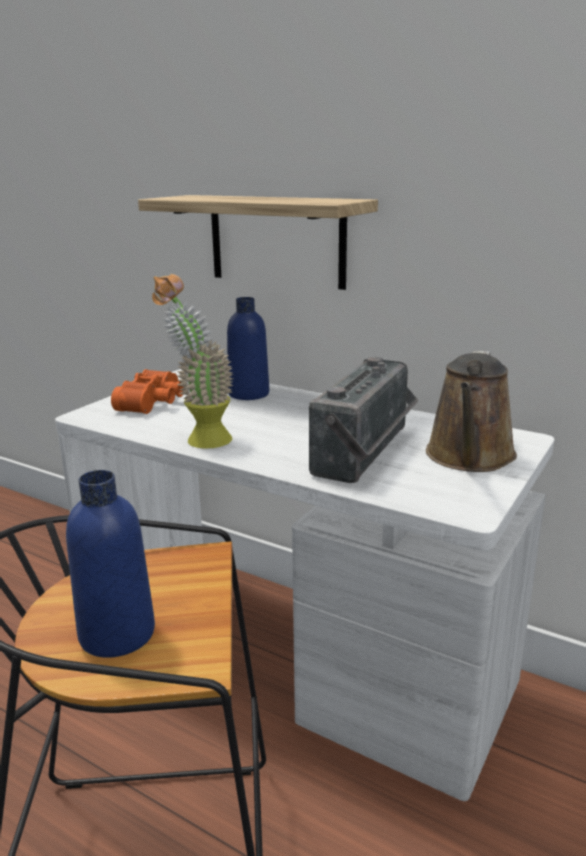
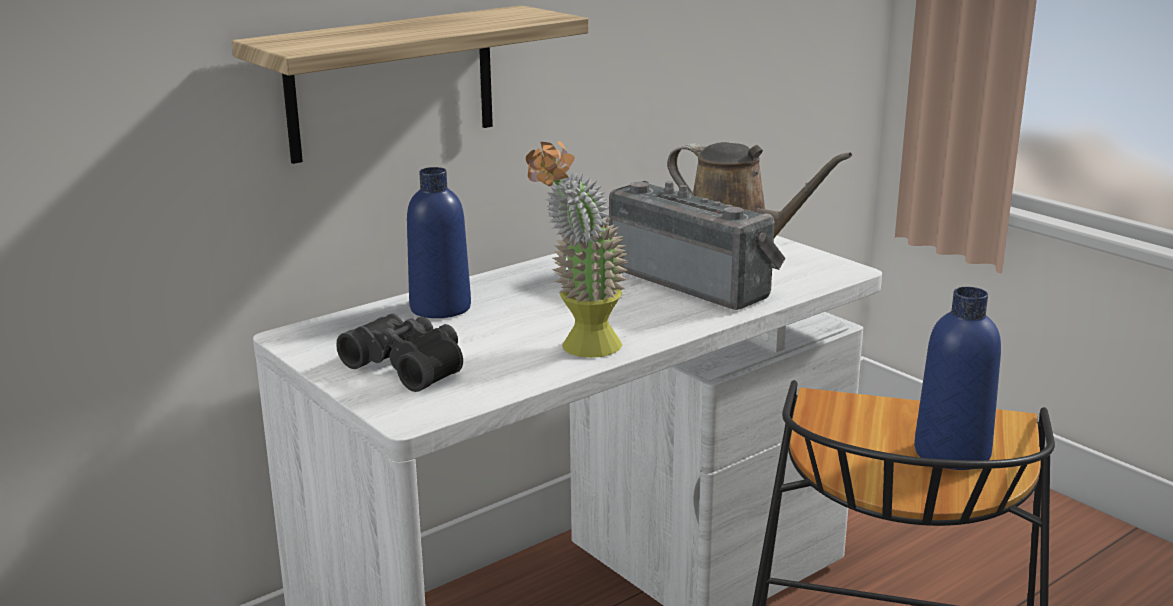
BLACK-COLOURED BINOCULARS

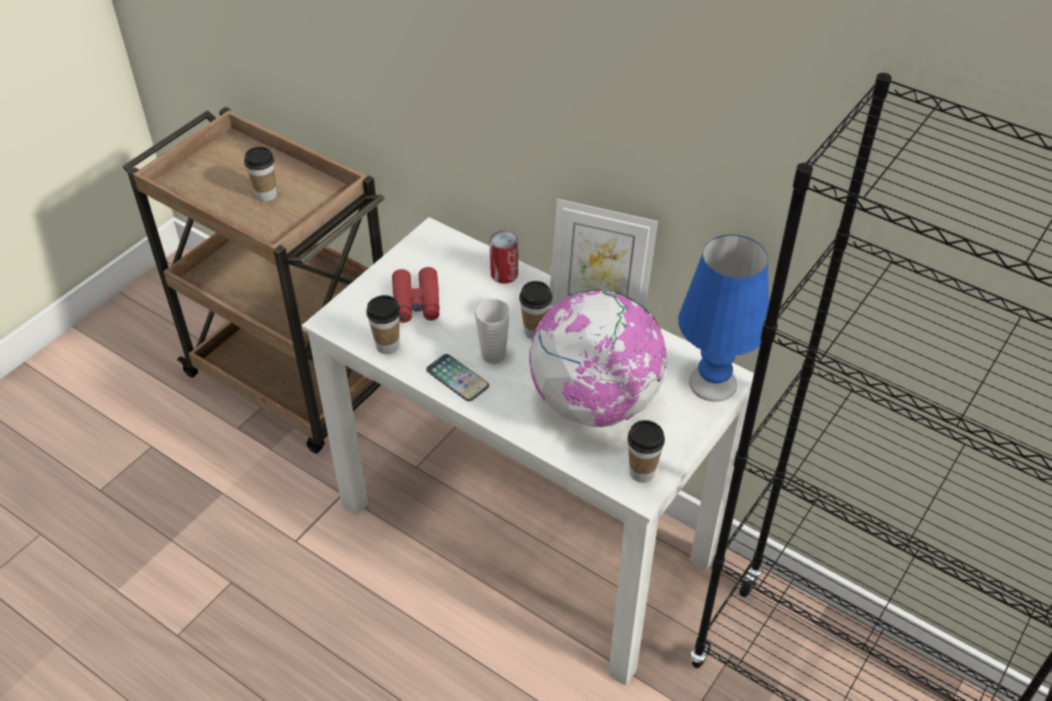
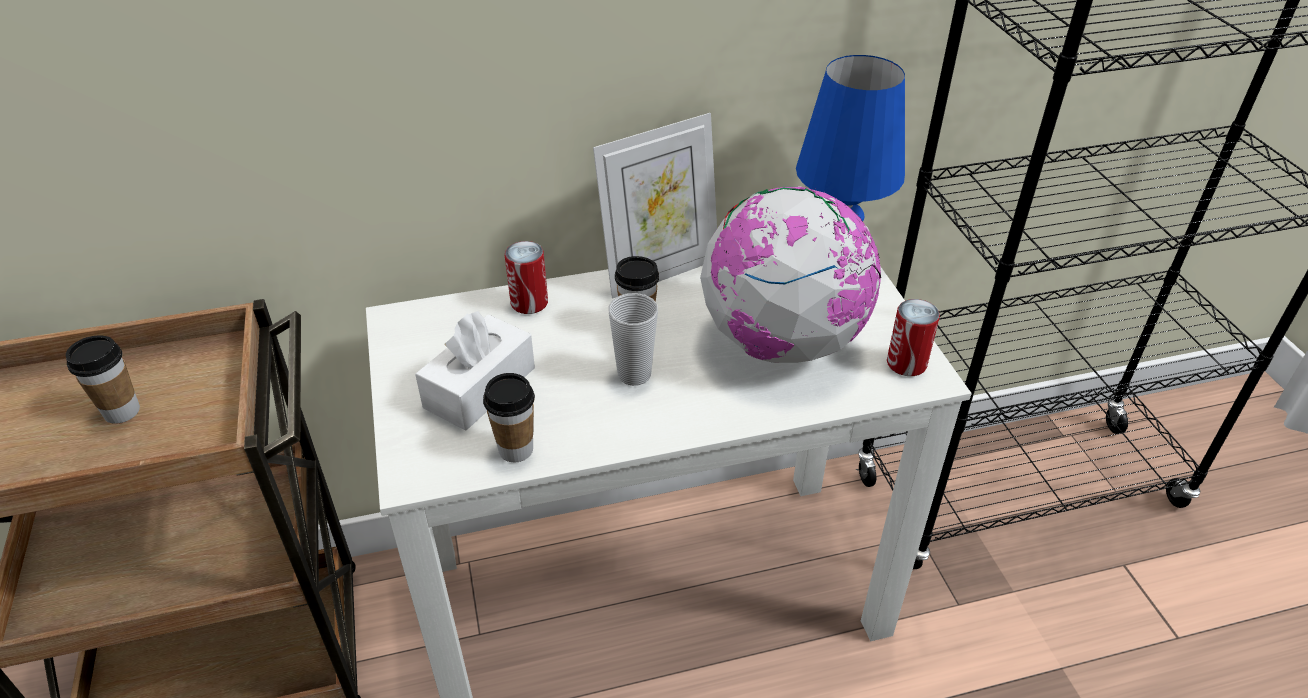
WHITE-COLOURED TISSUE BOX
PHONE
SEALED CAN (no. 2 from left)

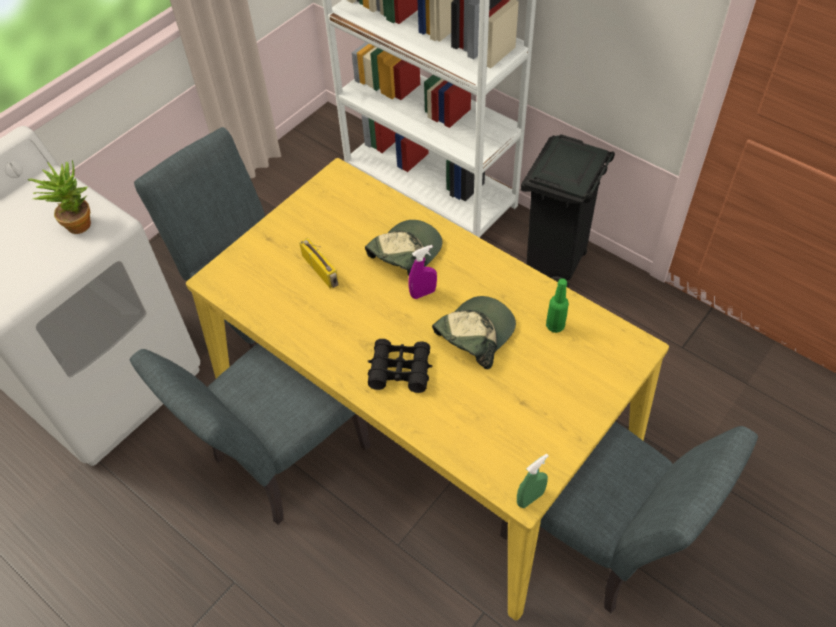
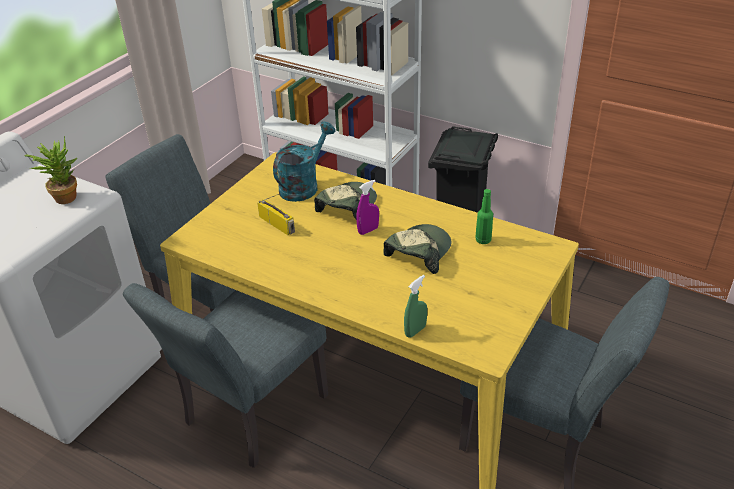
BLACK-COLOURED BINOCULARS
GREENISH SPRAYER
TURQUOISE-COLOURED SPRINKLING CAN

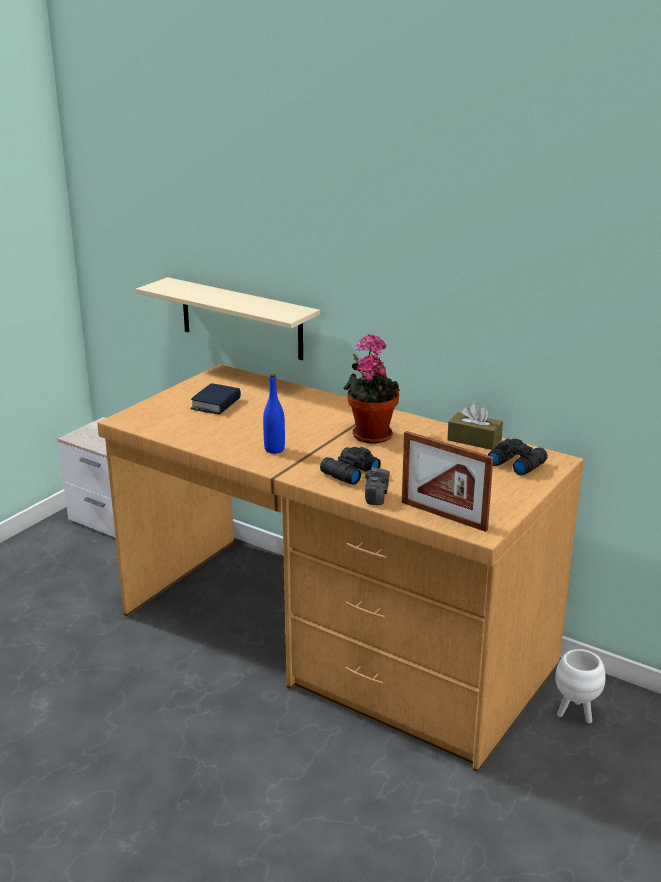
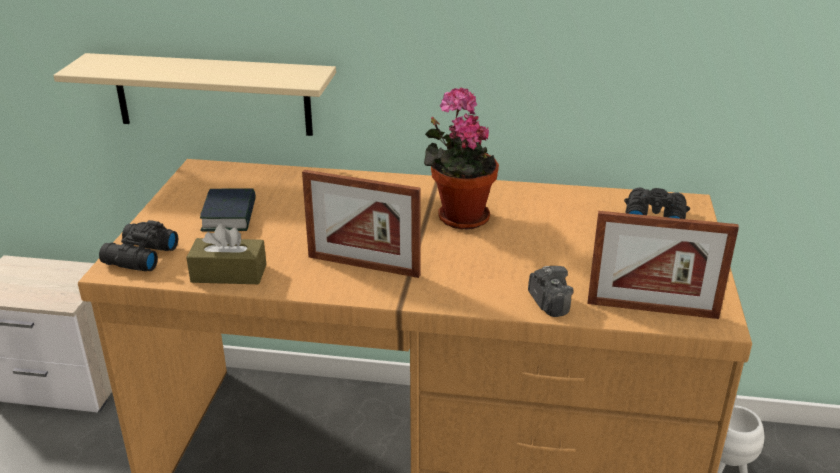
PICTURE FRAME (no. 1 from left)
BROWN-COLOURED TISSUE BOX
BLACK-COLOURED BINOCULARS (no. 1 from left)

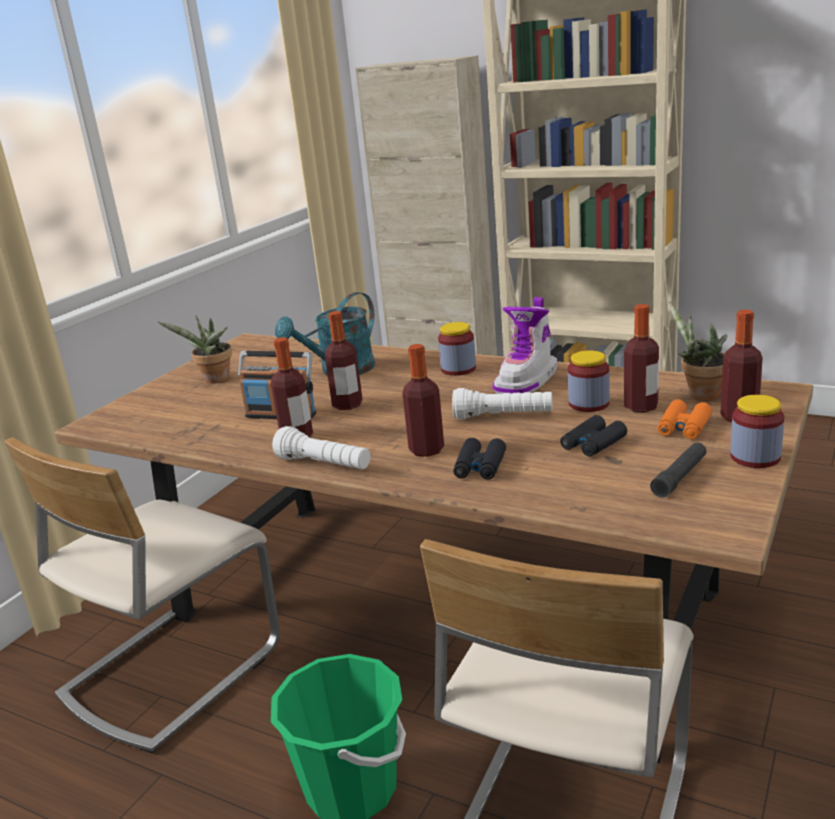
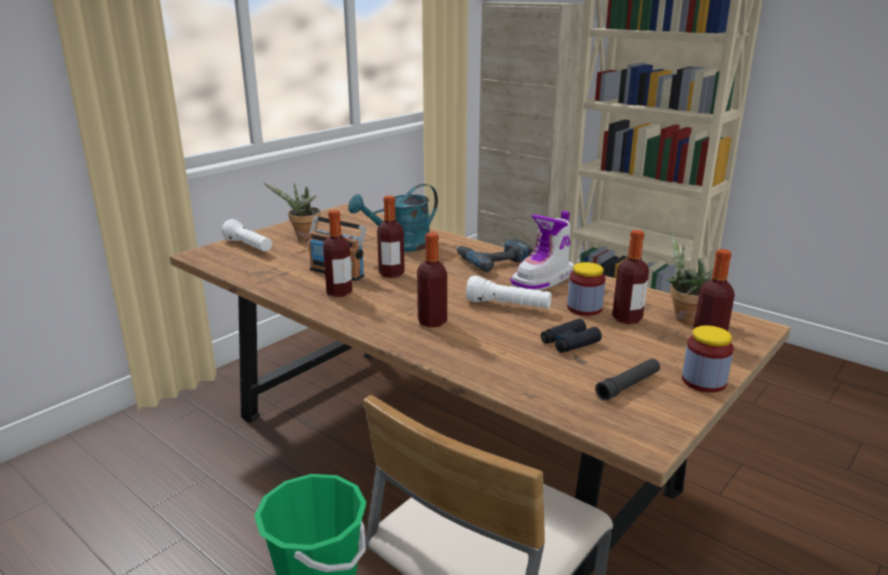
POWER DRILL
ORANGE-COLOURED BINOCULARS
WHITE-COLOURED HAND TORCH (no. 1 from left)
BEIGE-COLOURED UPRIGHT CHAIR (no. 1 from left in the first image)
BLACK-COLOURED BINOCULARS (no. 1 from left in the first image)

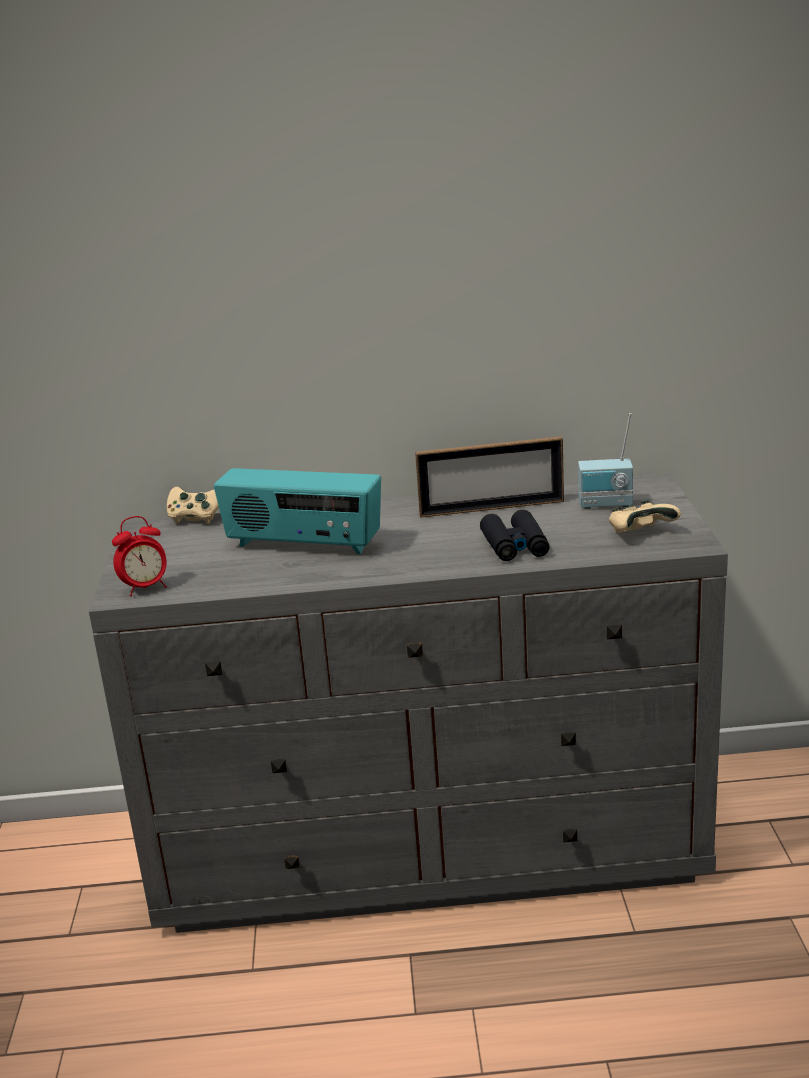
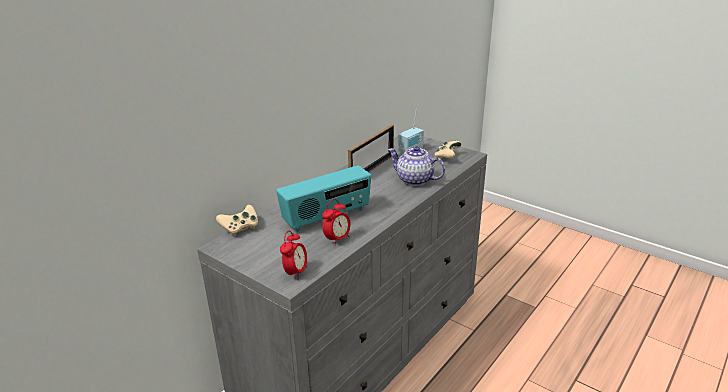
POT FOR TEA
TABLE CLOCK (no. 2 from left)

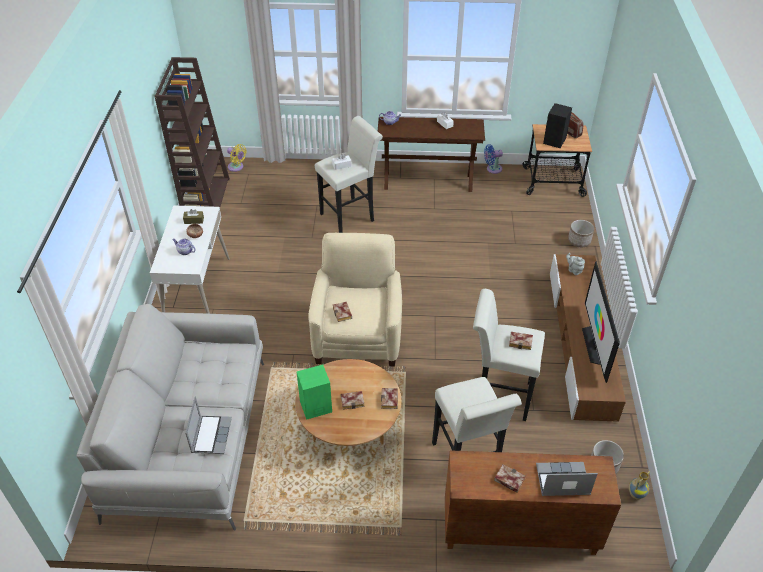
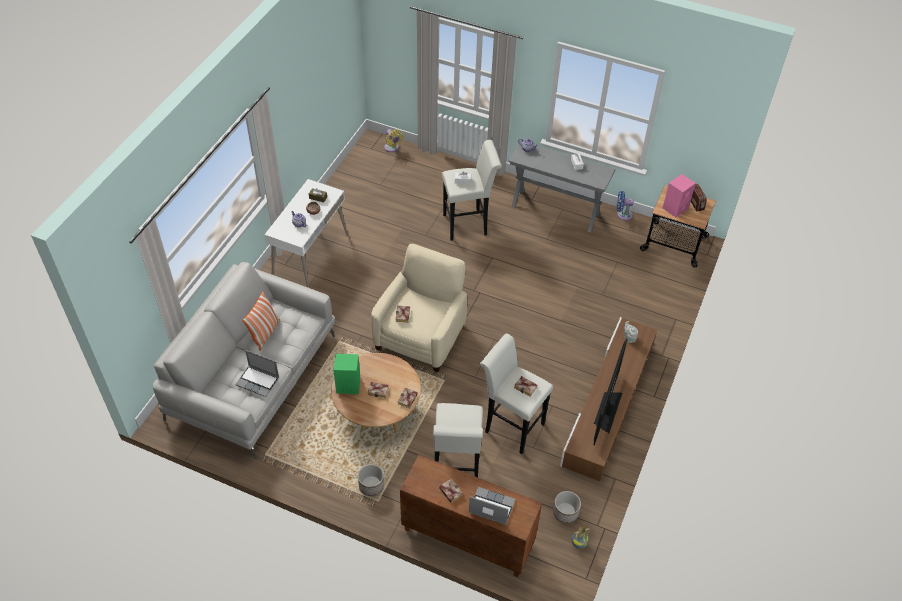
BROWN-COLOURED BOOKSHELF
PINKISH LOUDSPEAKER
GREY NARROW TABLE
PLANT POT (no. 1 from left)
PORTABLE COMPUTER (no. 1 from left)
CUSHION

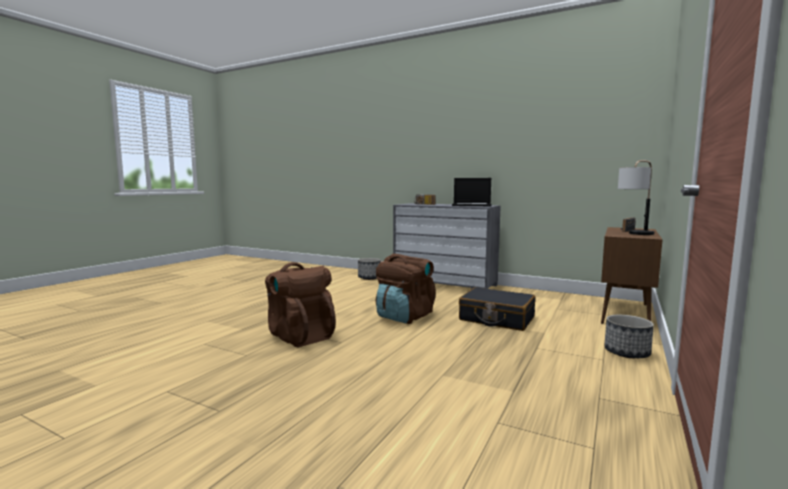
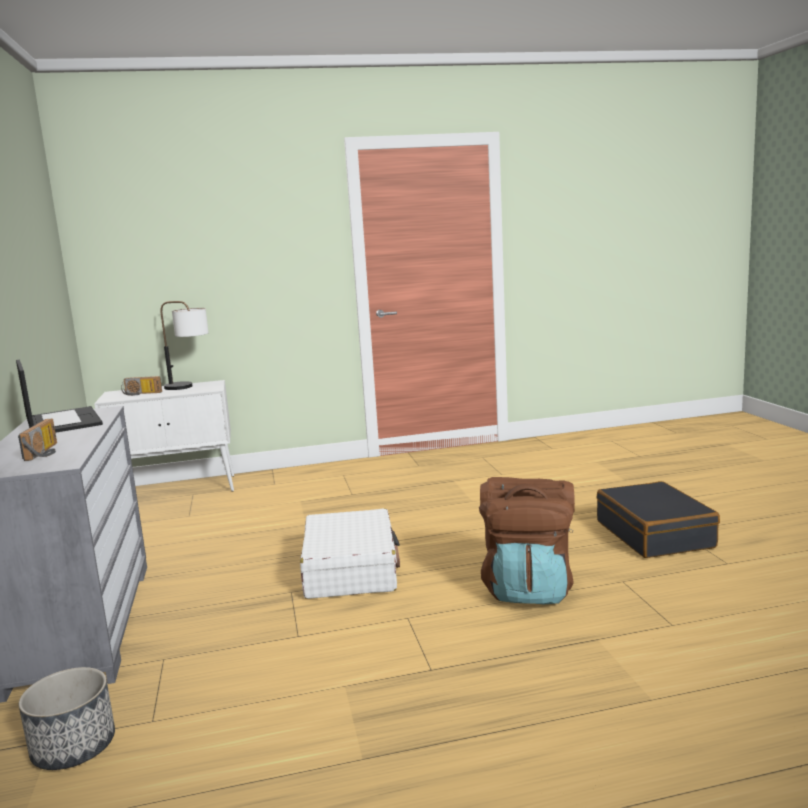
WHITE-COLOURED STORAGE CABINET
WHITE-COLOURED TRAVEL CASE
BLACK-COLOURED TRAVEL CASE
PLANT POT (no. 2 from left in the first image)

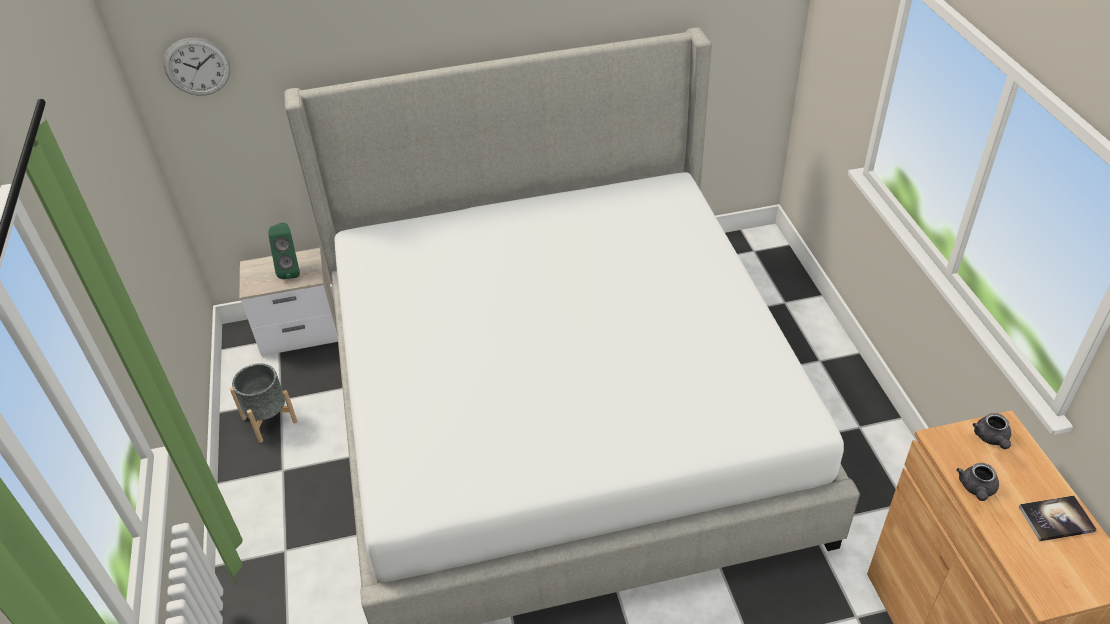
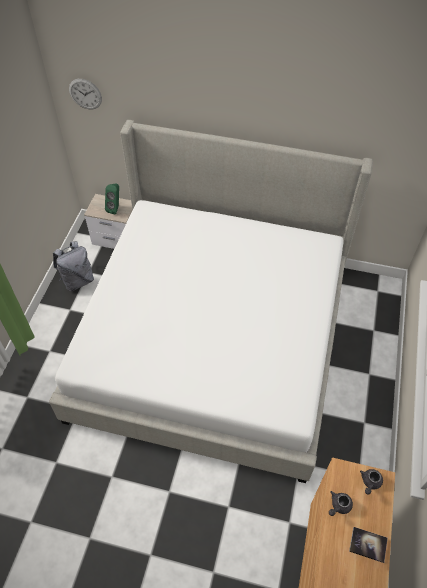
GREY KNAPSACK

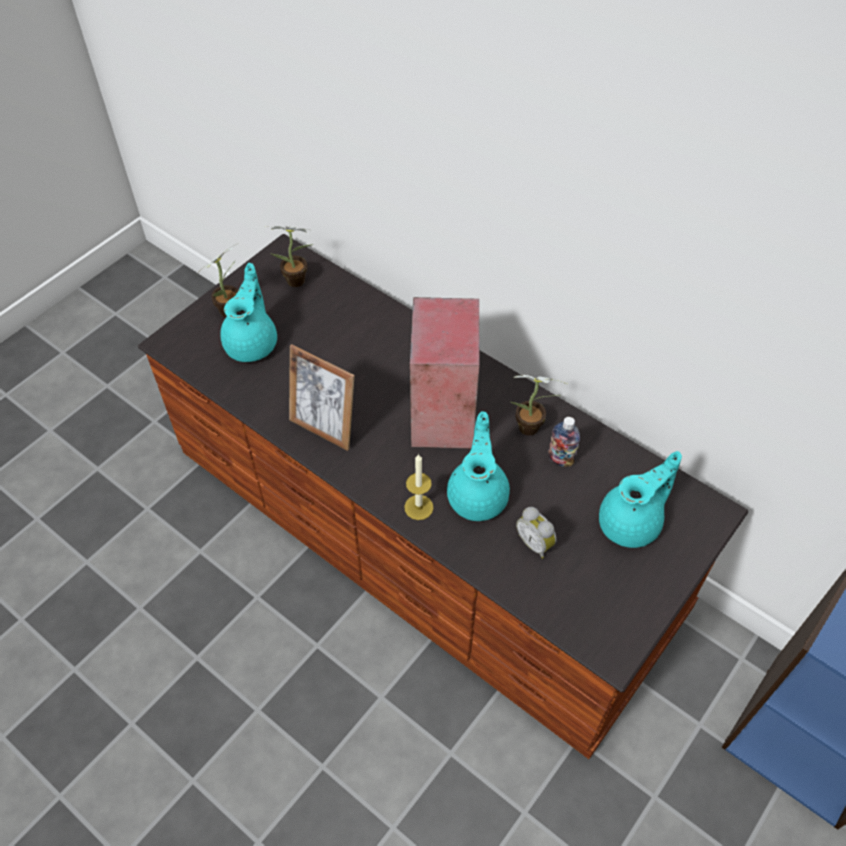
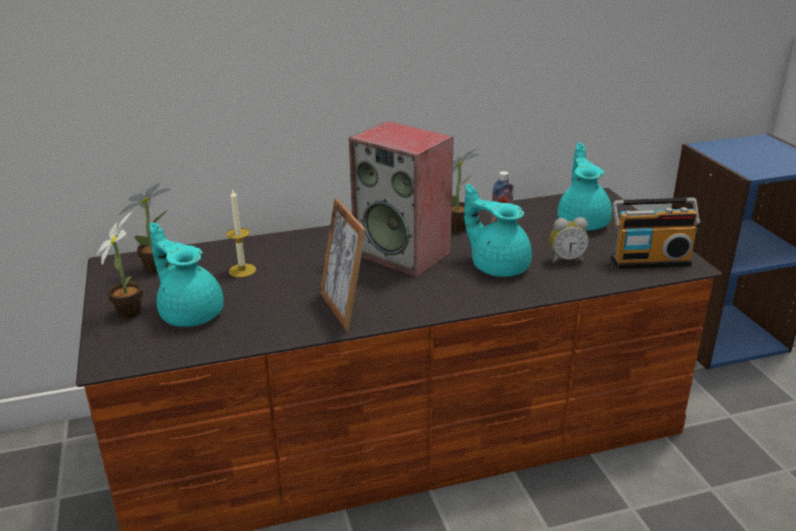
PICTURE FRAME
CANDLE
RADIO RECEIVER

